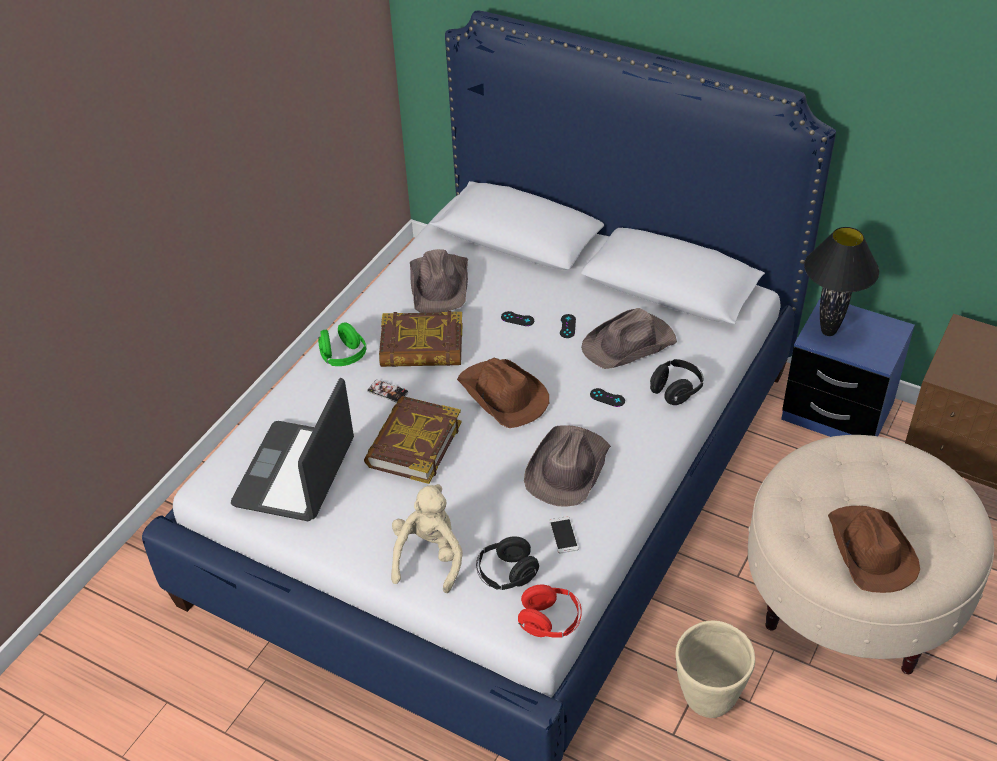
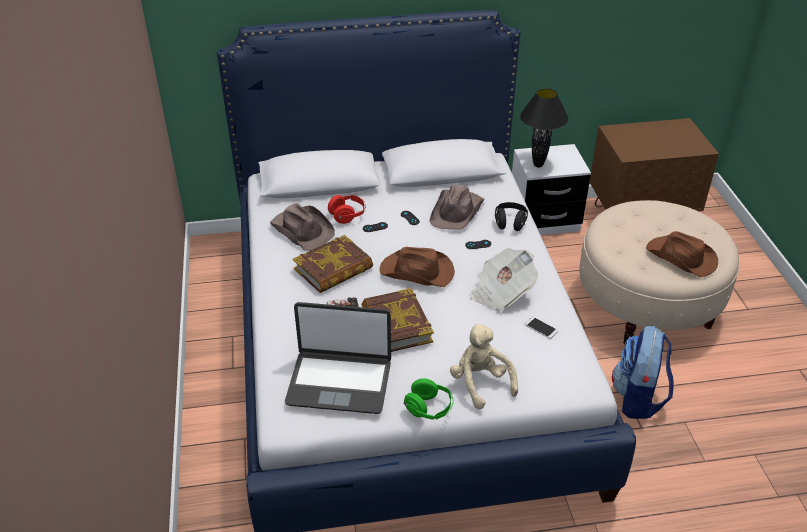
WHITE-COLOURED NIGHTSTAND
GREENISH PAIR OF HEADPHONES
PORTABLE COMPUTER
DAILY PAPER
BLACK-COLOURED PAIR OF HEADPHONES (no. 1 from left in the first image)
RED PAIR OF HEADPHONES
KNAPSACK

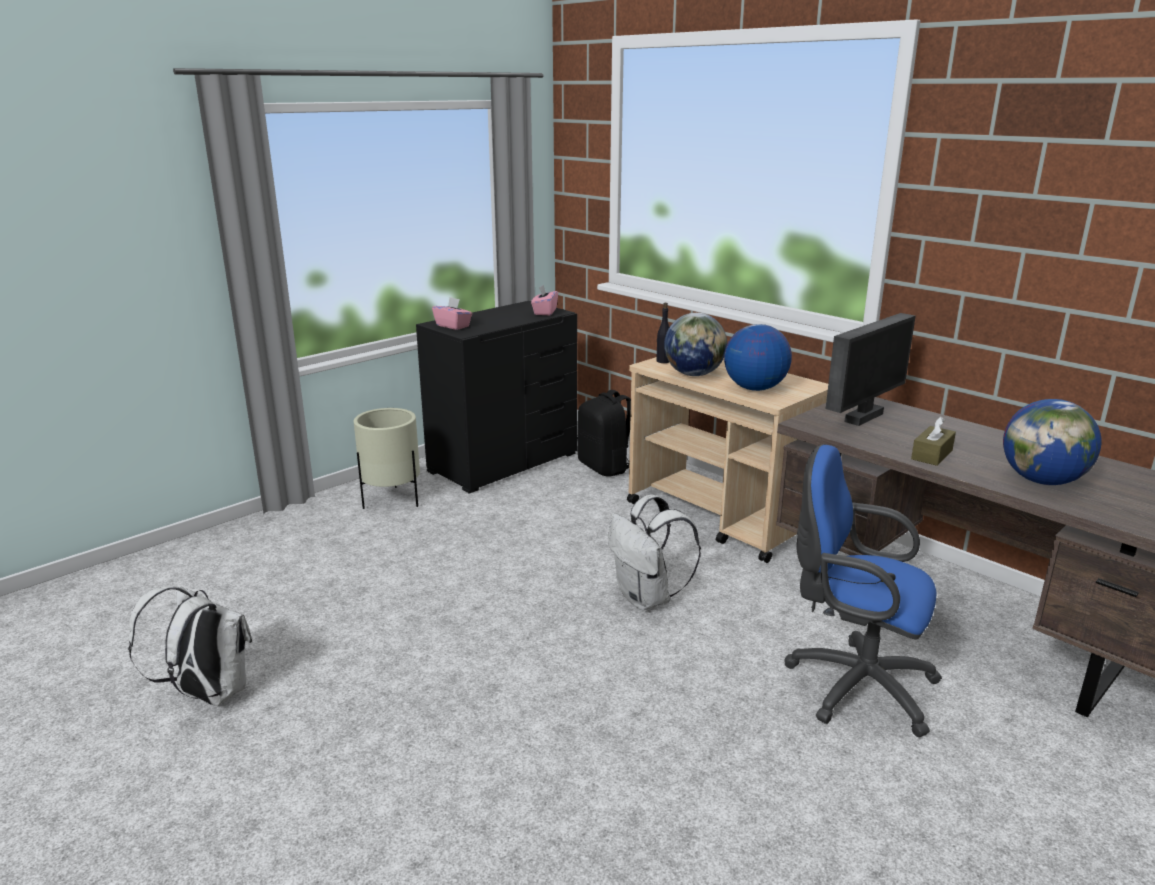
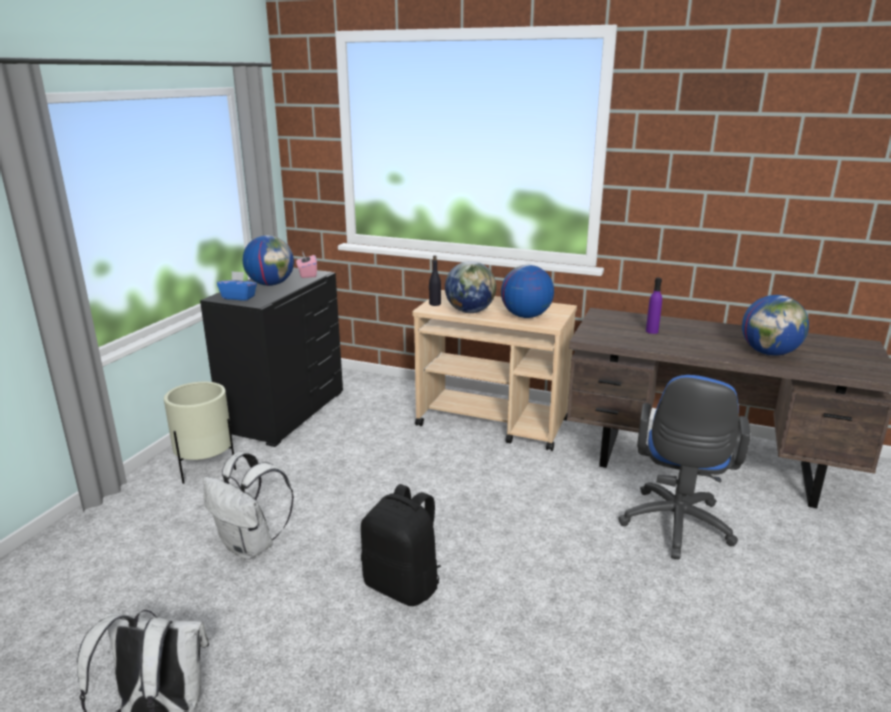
BLUISH TISSUE BOX
COMPUTER SCREEN
BLACK-COLOURED KNAPSACK
BROWN-COLOURED TISSUE BOX
BLUISH DESK CHAIR
WHITE-COLOURED KNAPSACK (no. 2 from left)
WORLD GLOBE (no. 1 from left)
PURPLISH BEVERAGE BOTTLE

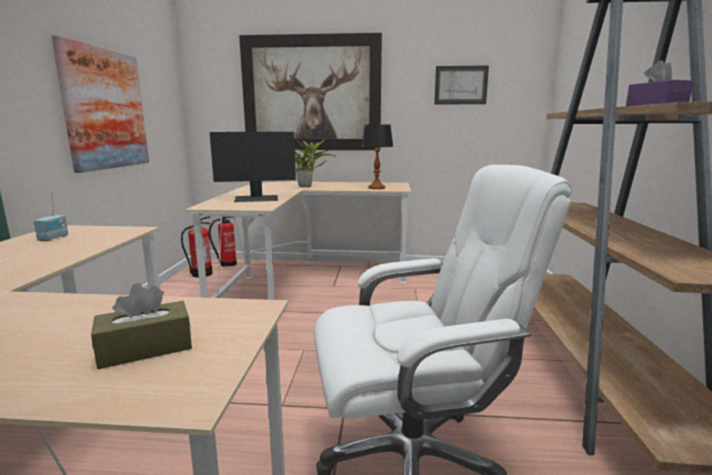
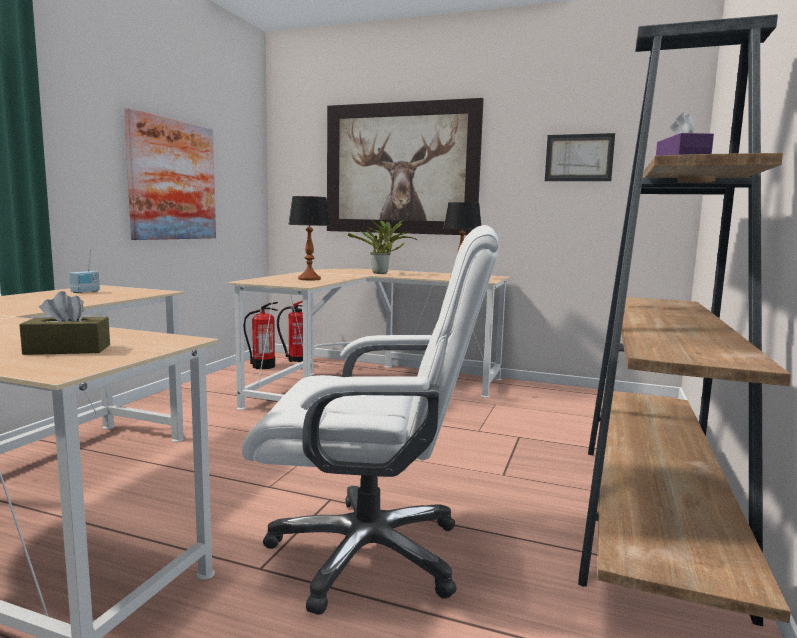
LAMP FOR A TABLE (no. 1 from left)

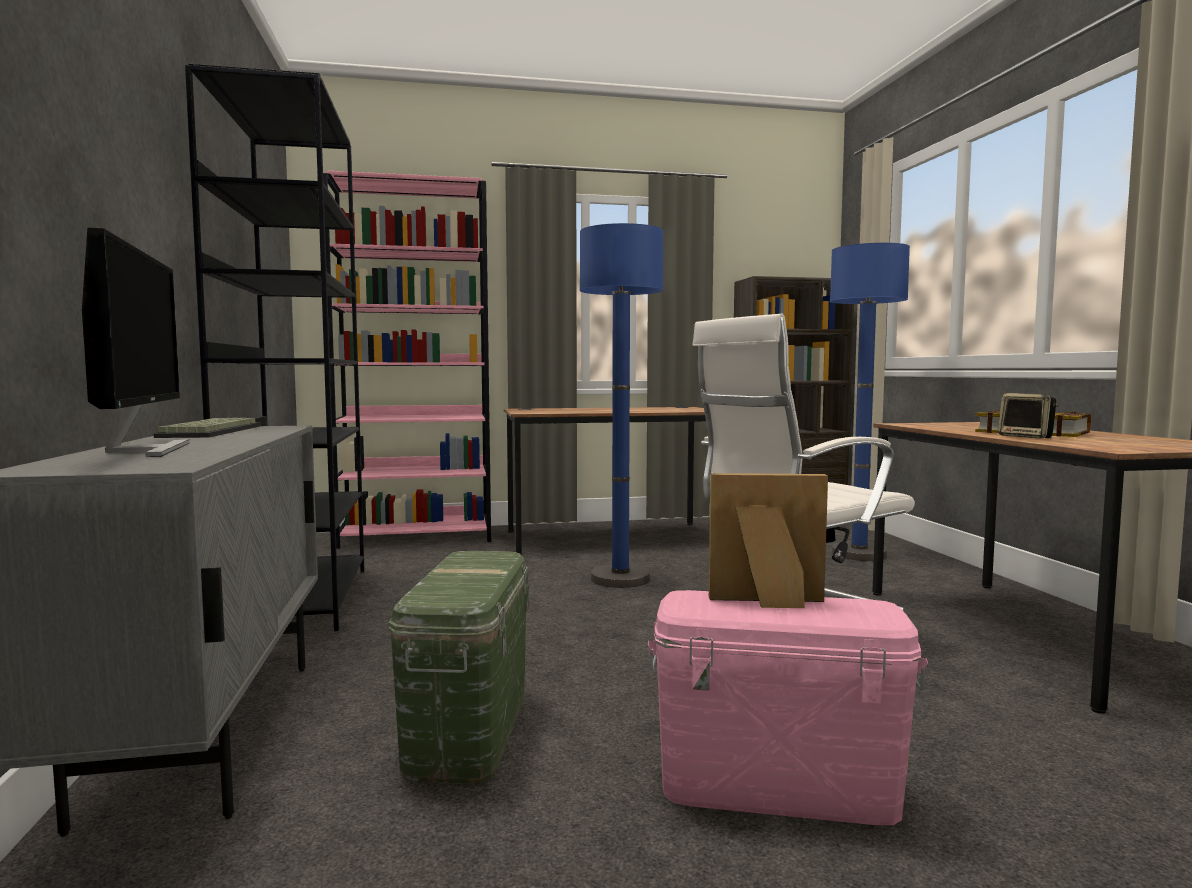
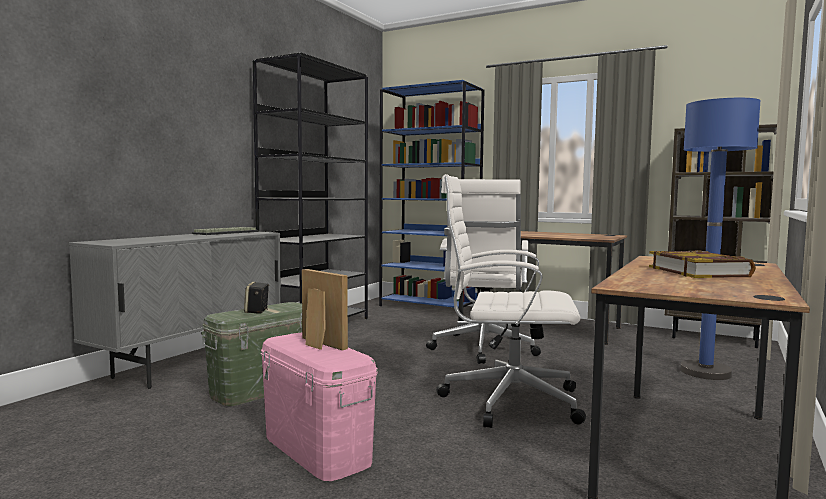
BLUISH BOOKSHELF
WHITE-COLOURED DESK CHAIR (no. 1 from left)
COMPUTER SCREEN
LOUDSPEAKER

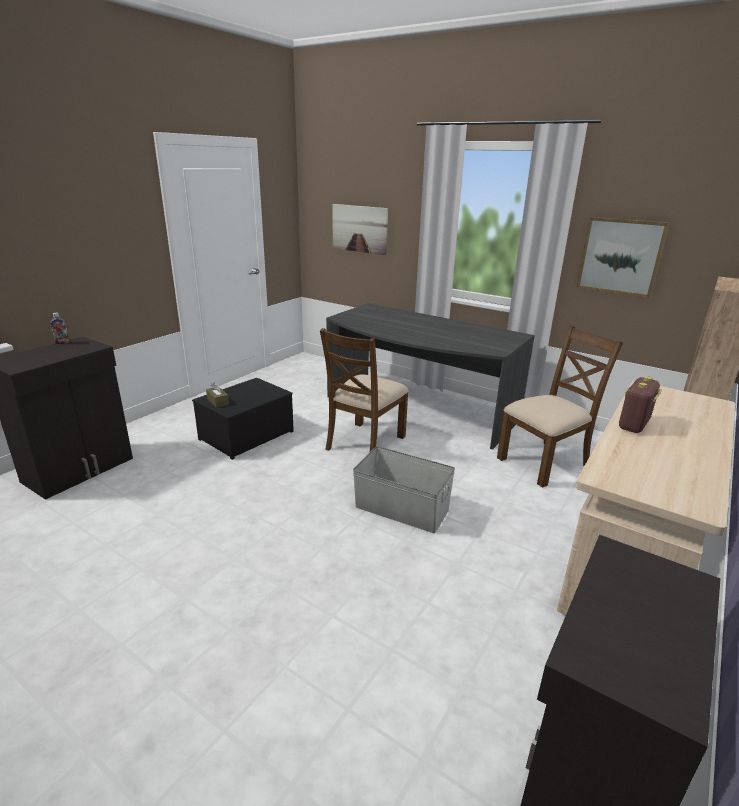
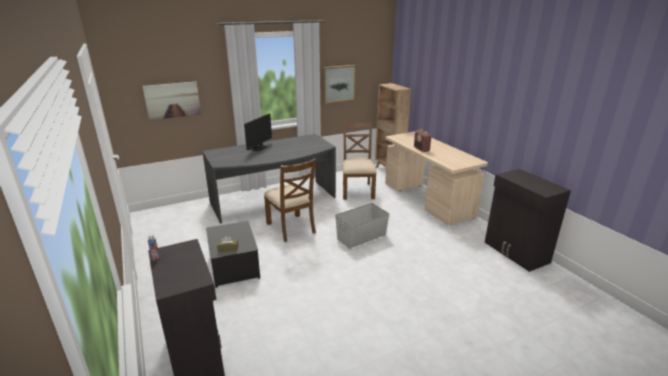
COMPUTER SCREEN

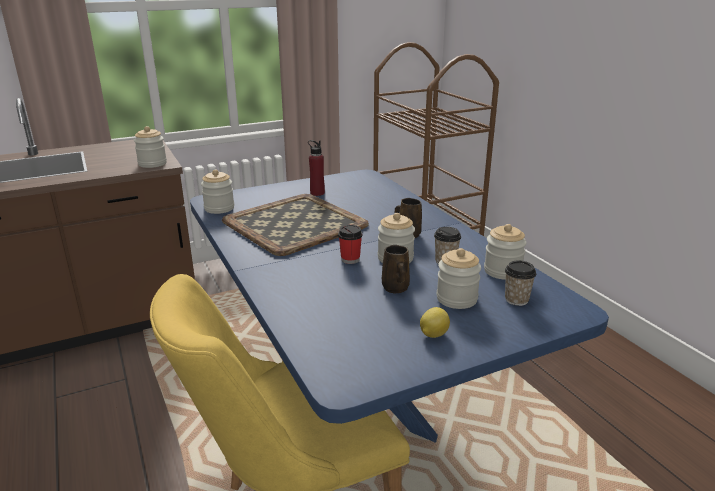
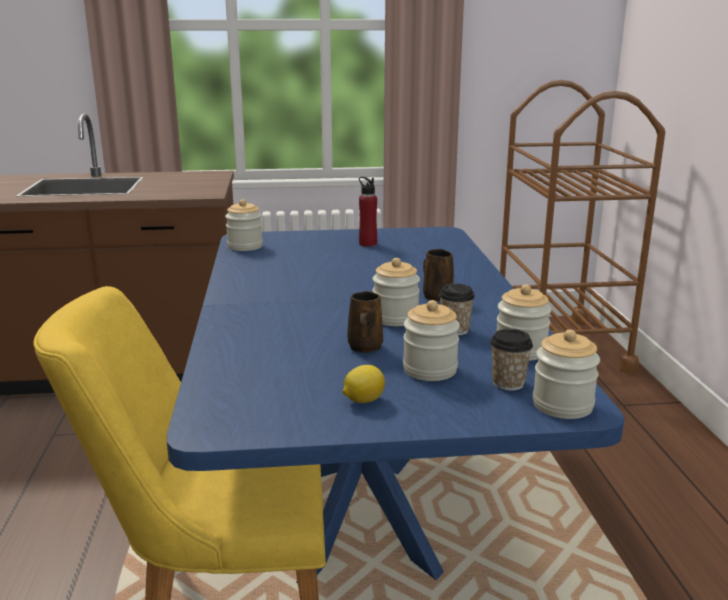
JAR (no. 5 from left)
SERVING TRAY
DRINKING CUP (no. 1 from left in the first image)

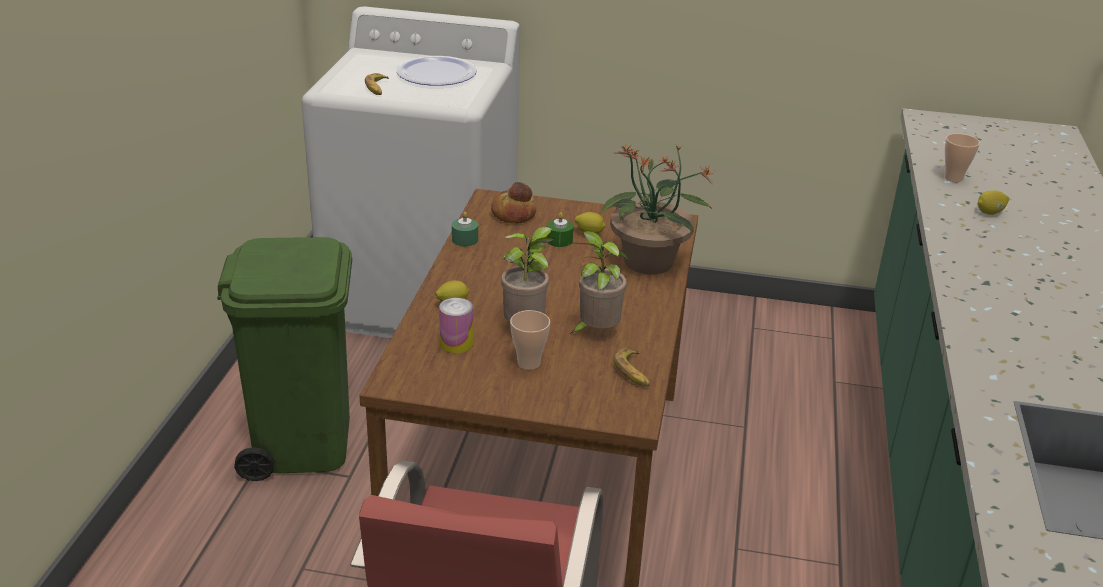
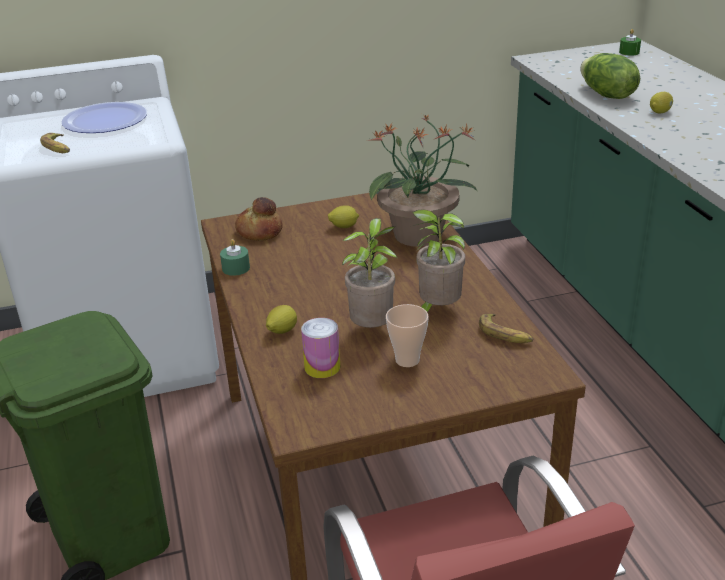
LETTUCE HEAD
GREENISH CANDLE (no. 2 from left)

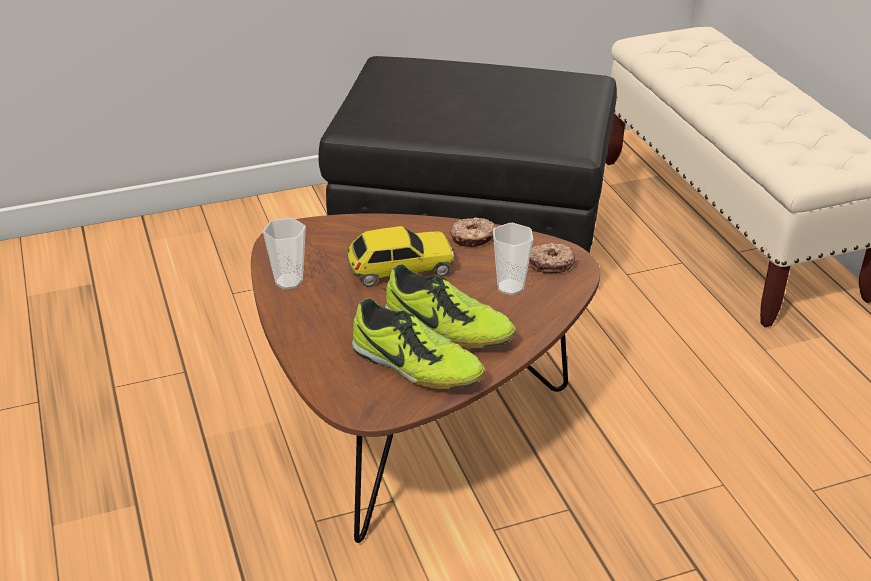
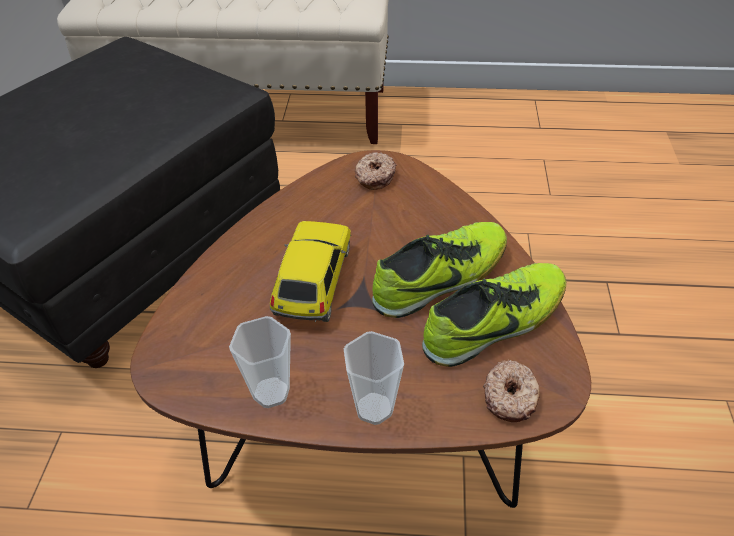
RING DOUGHNUT (no. 2 from left)
DRINKING CUP (no. 2 from left)

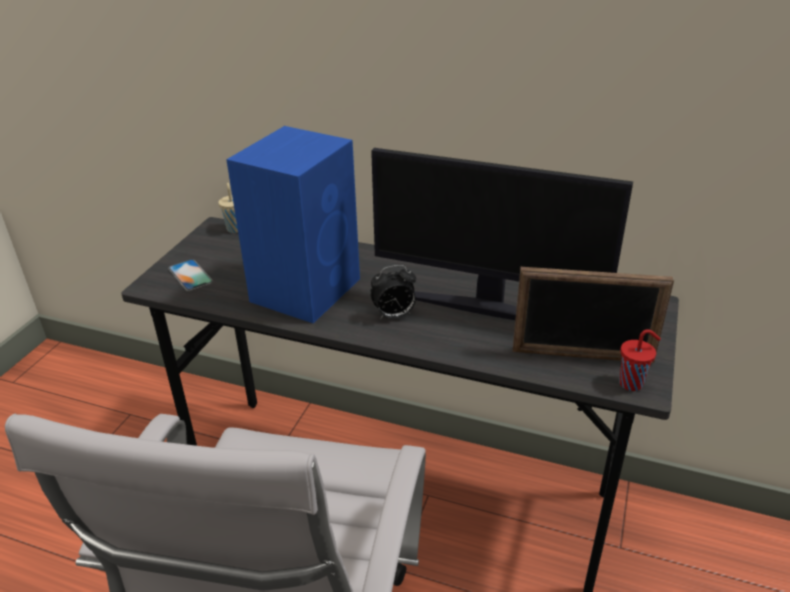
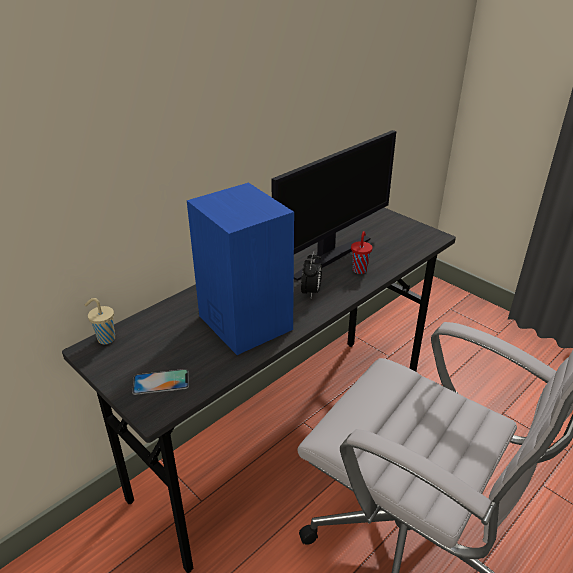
PICTURE FRAME
RED DRINKING CUP

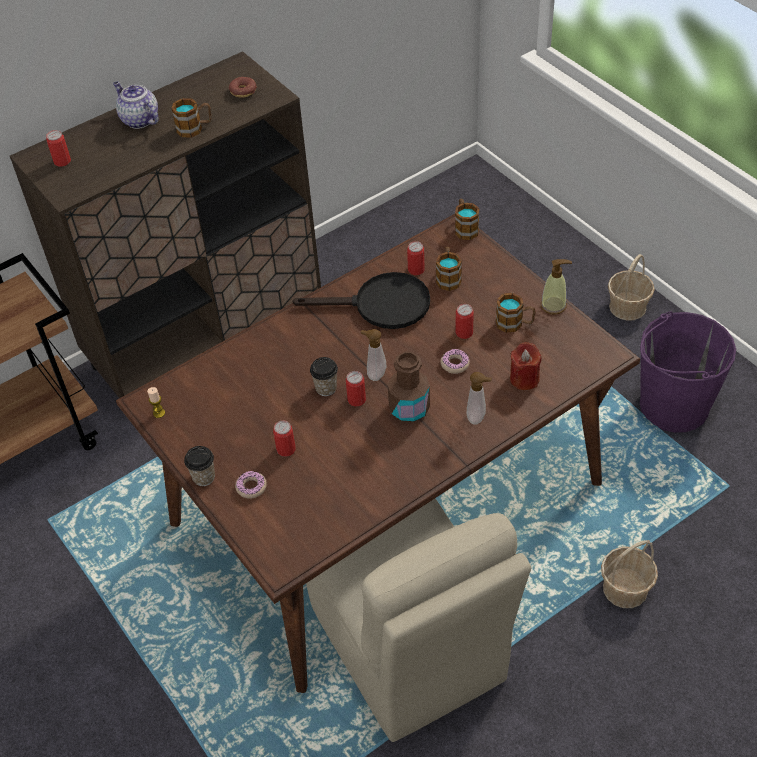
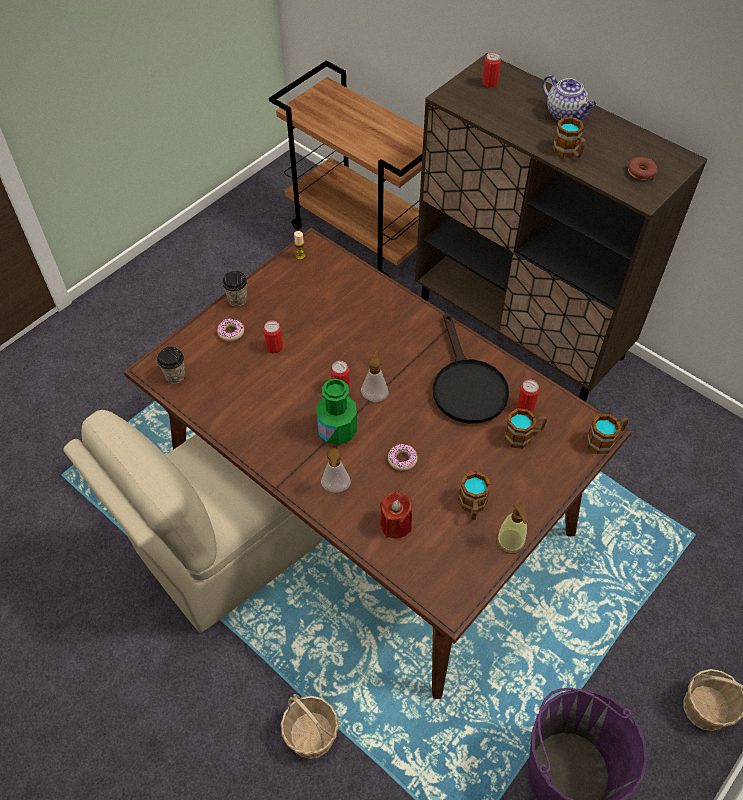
POT FOR TEA
SEALED CAN (no. 5 from left in the first image)
GREENISH BEVERAGE BOTTLE
DRINKING CUP (no. 1 from left)

